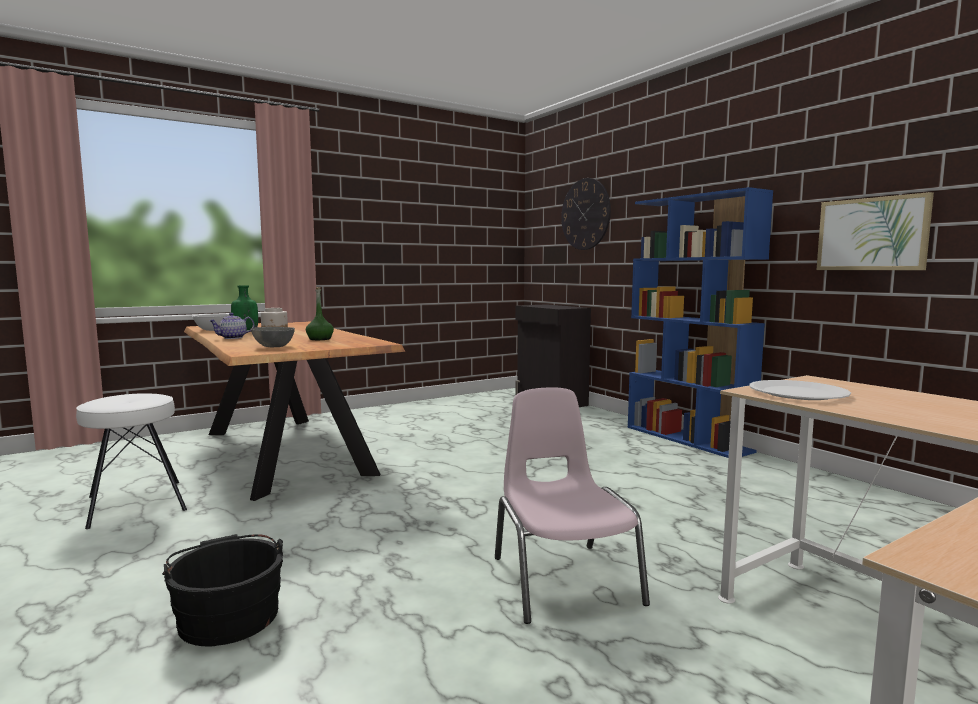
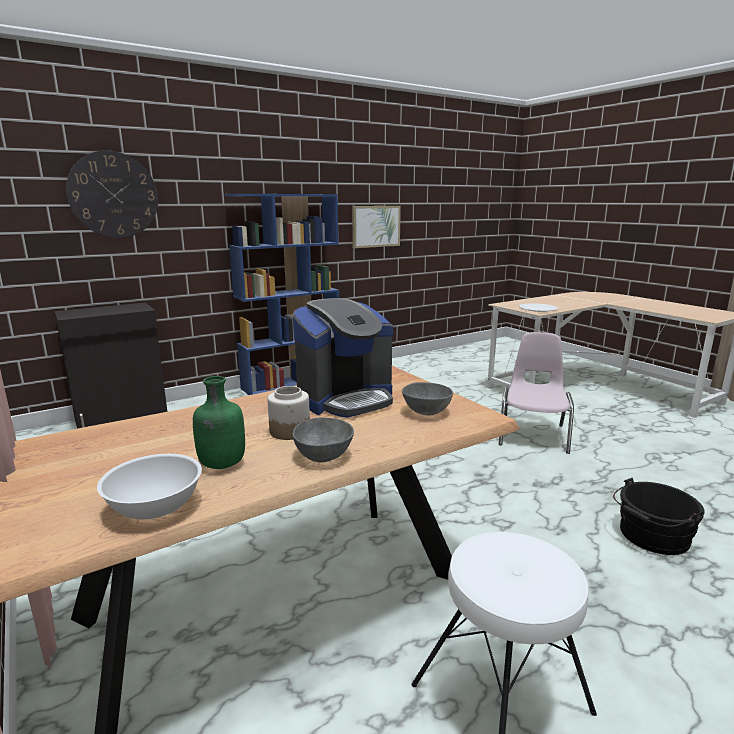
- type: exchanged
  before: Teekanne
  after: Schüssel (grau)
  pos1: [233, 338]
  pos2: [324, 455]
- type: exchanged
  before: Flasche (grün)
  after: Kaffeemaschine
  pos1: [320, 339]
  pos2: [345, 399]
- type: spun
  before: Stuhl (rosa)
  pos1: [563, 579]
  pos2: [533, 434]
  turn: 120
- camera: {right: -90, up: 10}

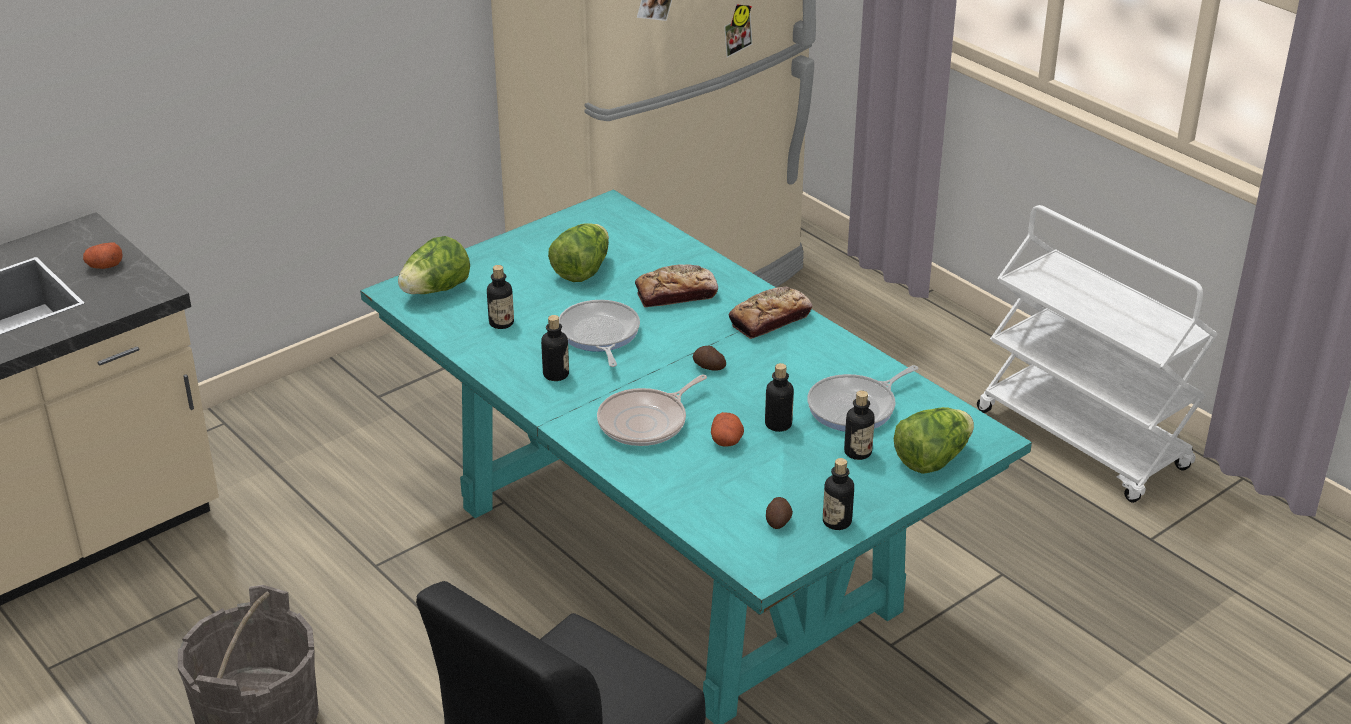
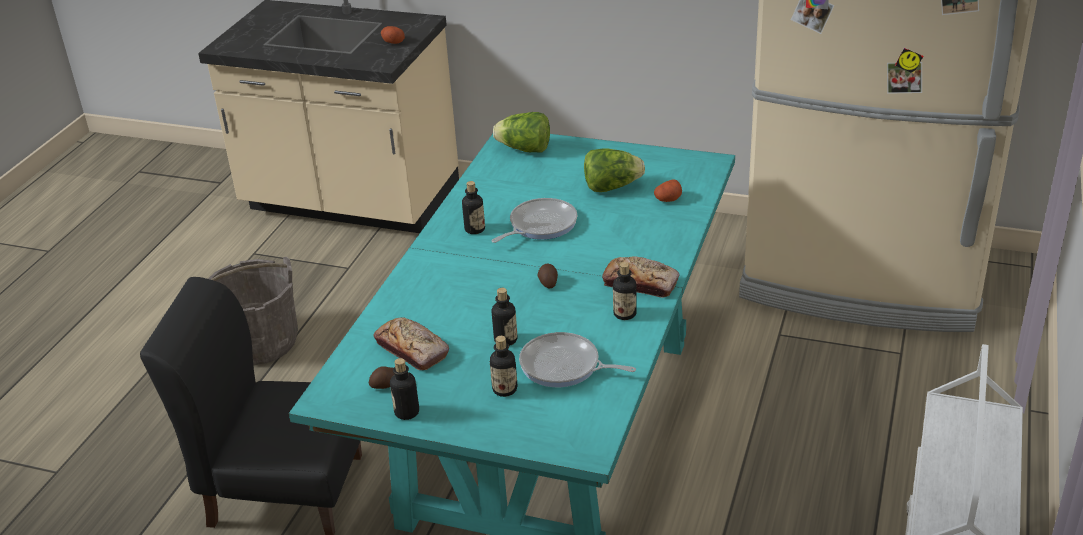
- type: relocated
  before: Flasche
  pos1: [501, 323]
  pos2: [625, 314]
- type: missing
  before: Pfanne
  pos1: [646, 422]
- type: relocated
  before: Brot
  pos1: [676, 294]
  pos2: [412, 350]
- type: relocated
  before: Kartoffel
  pos1: [727, 441]
  pos2: [668, 199]
- type: missing
  before: Salatkopf
  pos1: [932, 459]
- camera: {right: 60, up: 0}

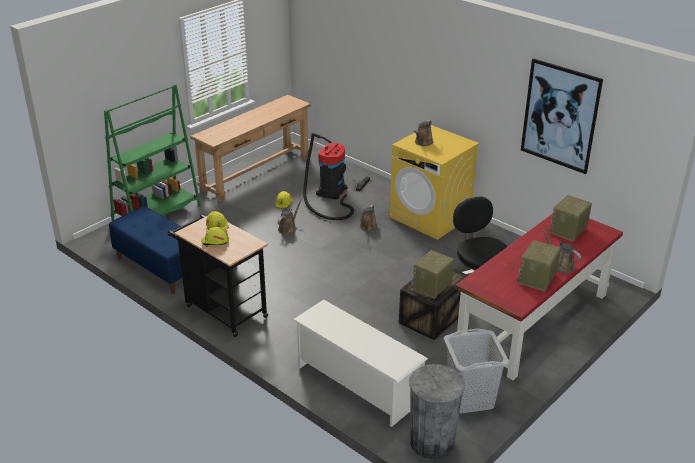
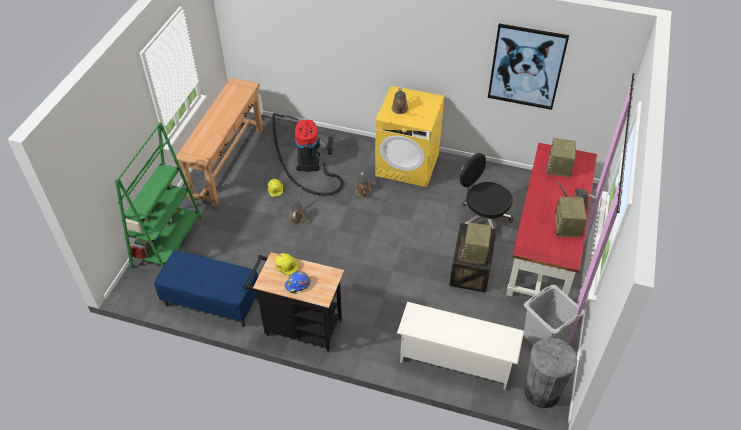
- type: colour
  before: Schutzhelm (gelb)
  after: Schutzhelm (blau)
  pos1: [215, 242]
  pos2: [297, 285]
- camera: {right: -25, up: 15}

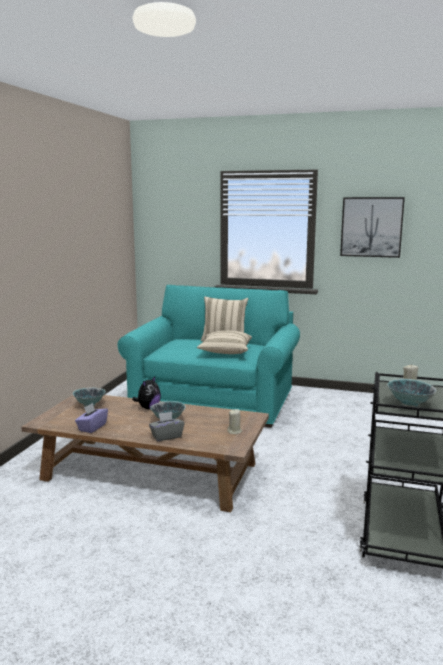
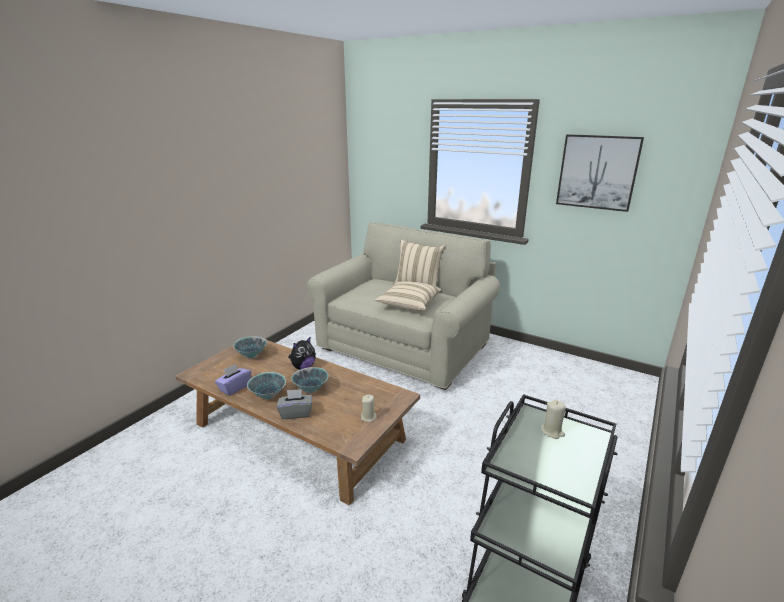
- type: colour
  before: Sofa (türkis)
  after: Sofa (beige)
  pos1: [214, 402]
  pos2: [404, 347]
- type: relocated
  before: Schüssel
  pos1: [409, 405]
  pos2: [268, 396]
- camera: {right: 15, up: 10}

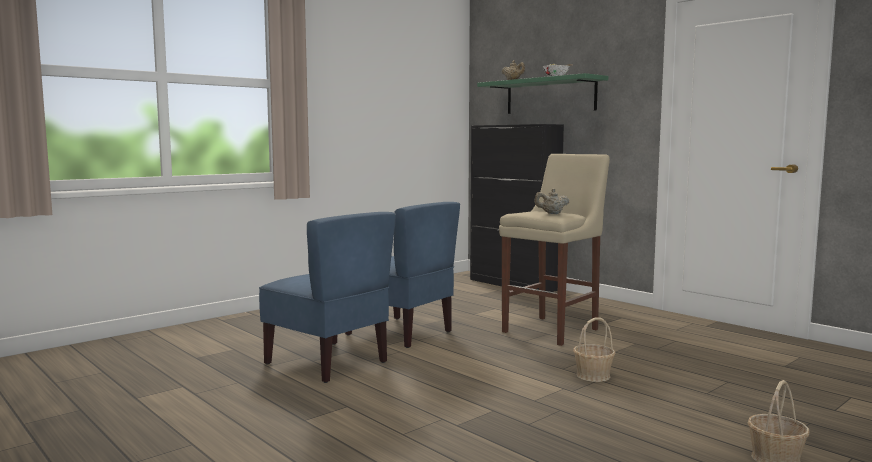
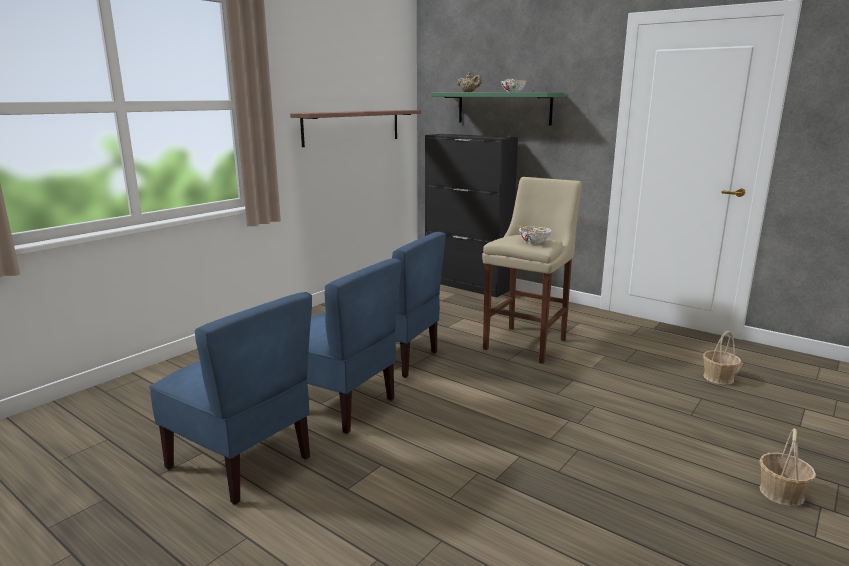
- type: exchanged
  before: Teekanne (beige)
  after: Schüssel
  pos1: [551, 214]
  pos2: [533, 242]
- type: relocated
  before: Korb
  pos1: [592, 376]
  pos2: [718, 378]
- type: appeared
  after: Stuhl (blau)
  pos2: [241, 462]
- type: appeared
  after: Wandregal
  pos2: [352, 127]
- camera: {right: -10, up: 10}

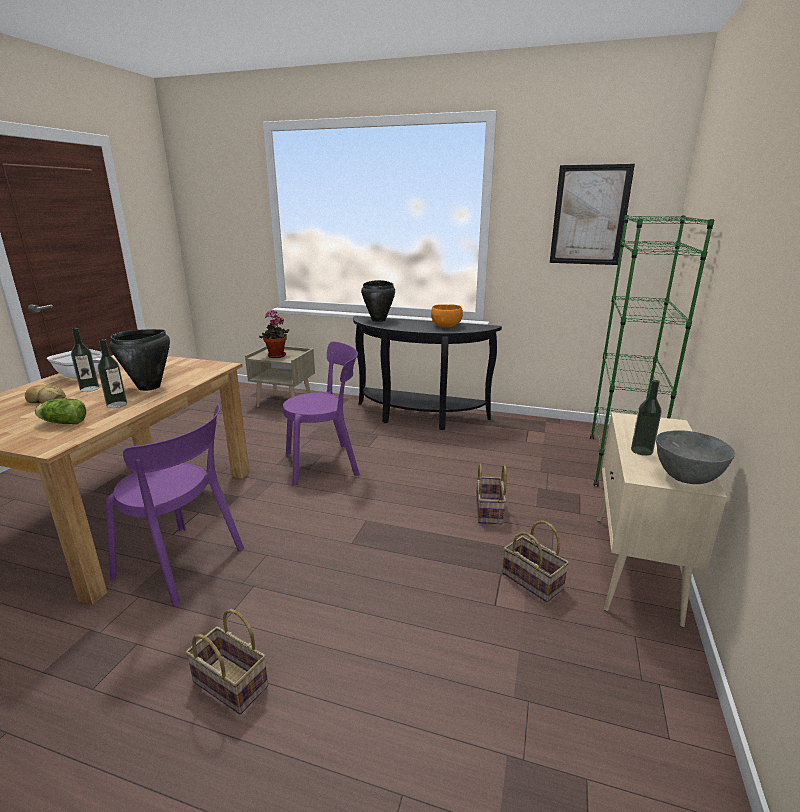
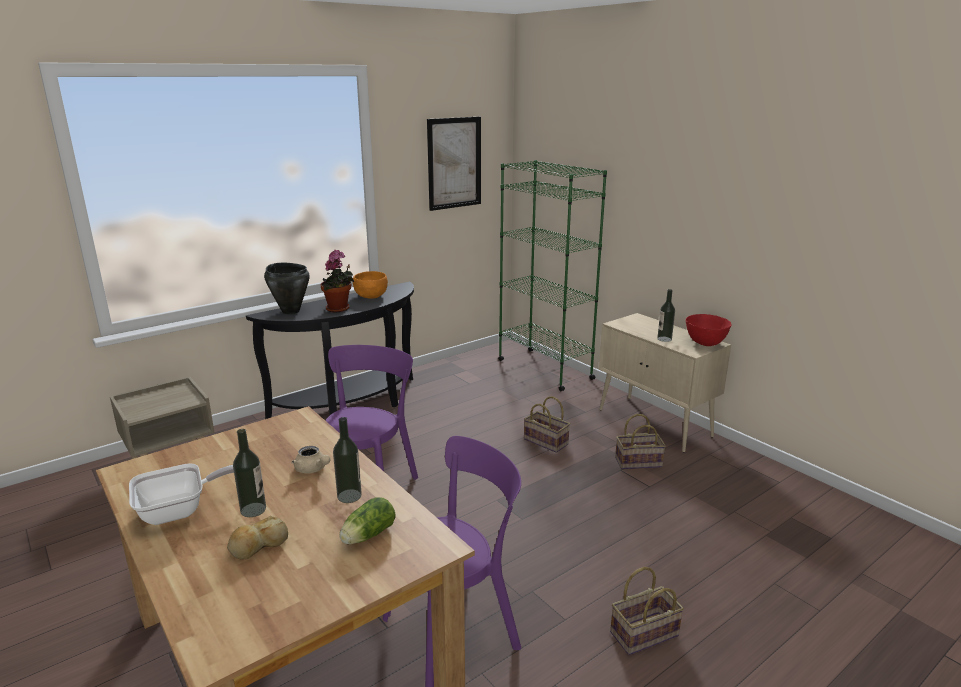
- type: exchanged
  before: Kochtopf (schwarz)
  after: Teekanne (beige)
  pos1: [149, 387]
  pos2: [312, 469]
- type: relocated
  before: Topfpflanze
  pos1: [276, 356]
  pos2: [339, 309]
- type: colour
  before: Schüssel (grau)
  after: Schüssel (rot)
  pos1: [686, 478]
  pos2: [706, 343]
- camera: {right: -55, up: 0}

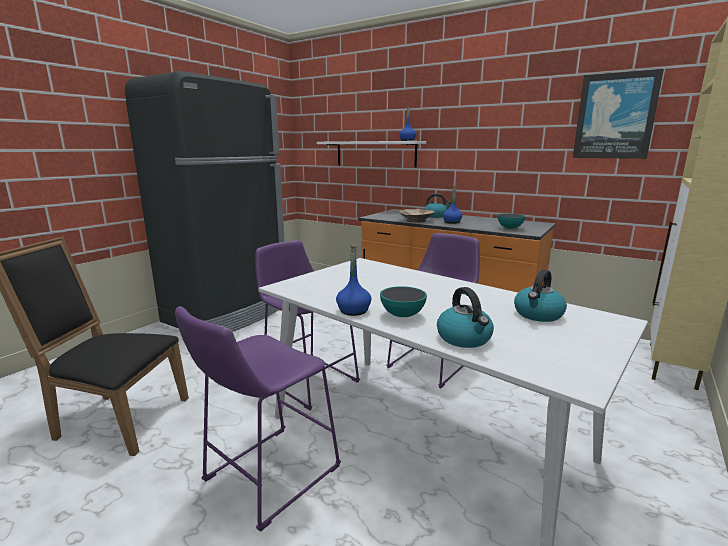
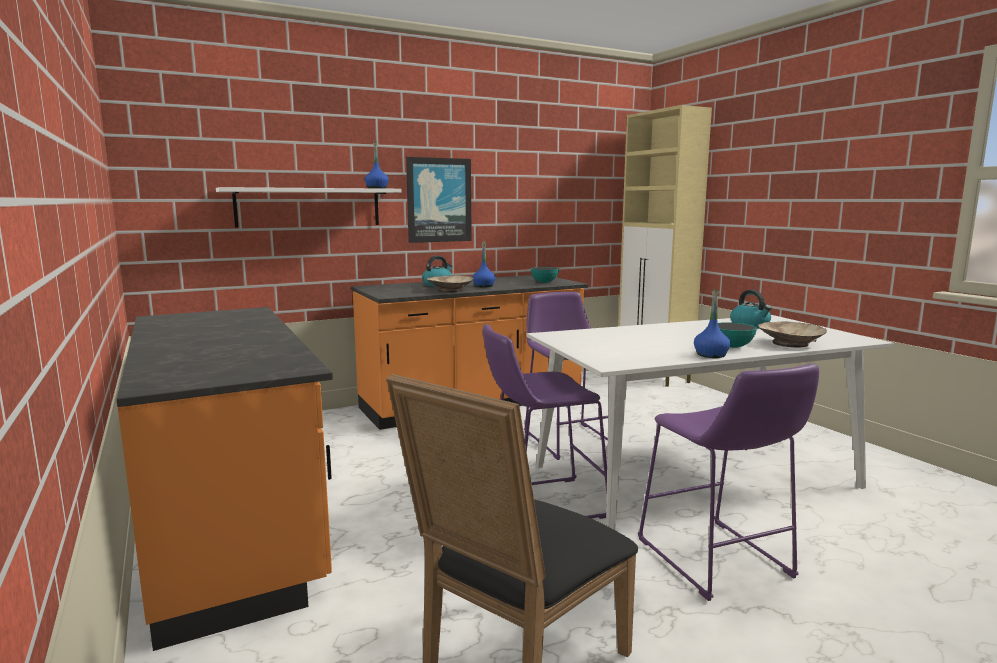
- type: exchanged
  before: Kühlschrank (schwarz)
  after: Küchenzeile (orange)
  pos1: [227, 314]
  pos2: [232, 526]
- type: exchanged
  before: Wasserkessel
  after: Schüssel (beige)
  pos1: [464, 338]
  pos2: [789, 343]
- type: relocated
  before: Bild
  pos1: [615, 116]
  pos2: [439, 200]
- camera: {right: -60, up: -5}

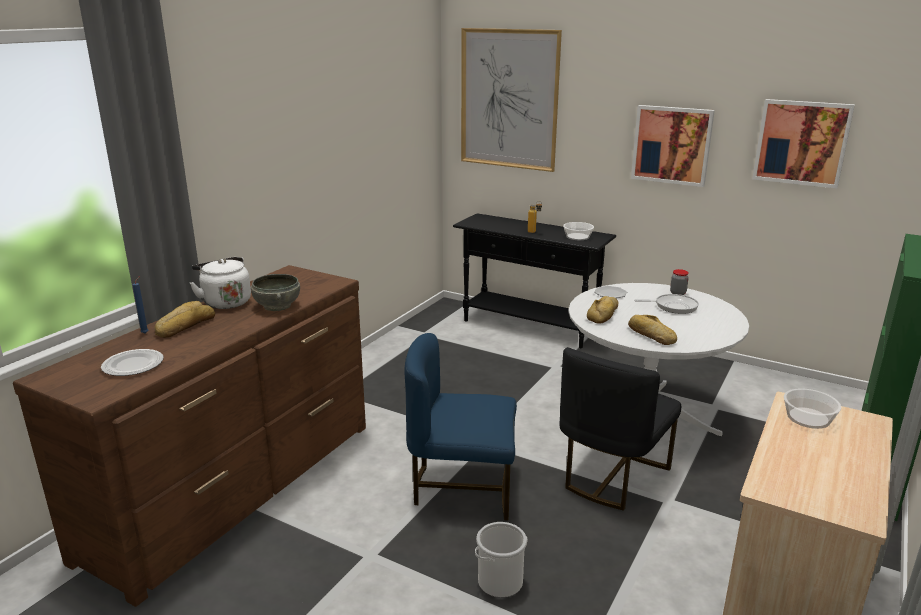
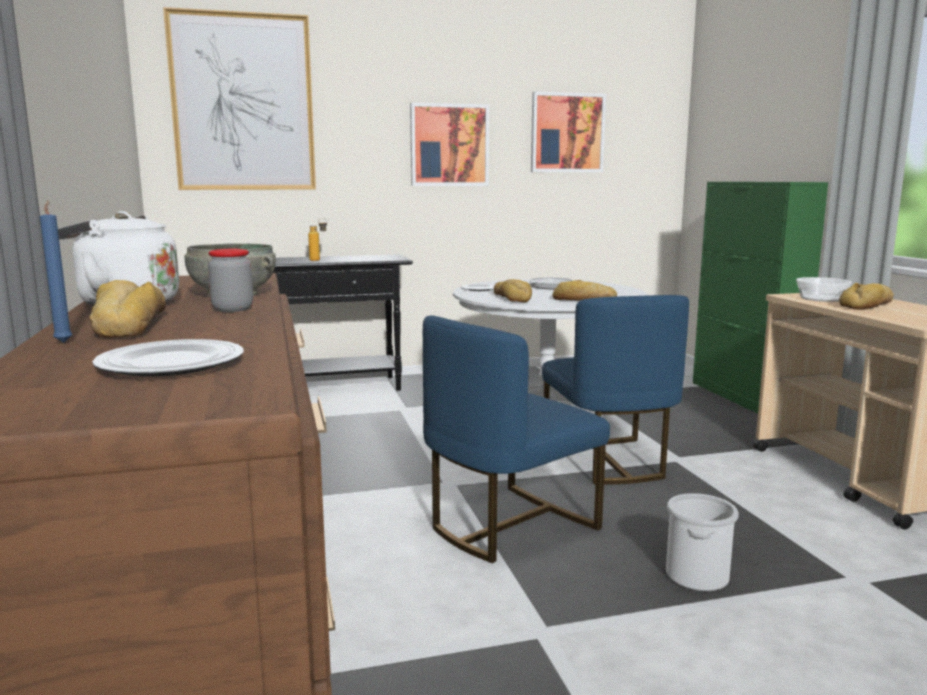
- type: colour
  before: Stuhl (schwarz)
  after: Stuhl (blau)
  pos1: [611, 476]
  pos2: [608, 461]
- type: missing
  before: Schüssel
  pos1: [578, 236]
- type: relocated
  before: Vorratsglas
  pos1: [678, 293]
  pos2: [232, 309]
- type: appeared
  after: Brot
  pos2: [868, 305]
- camera: {right: -45, up: -10}

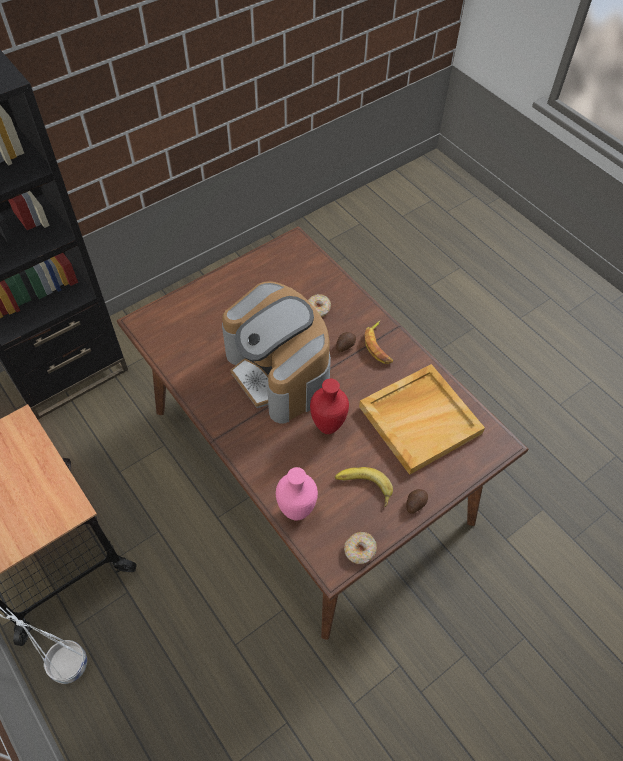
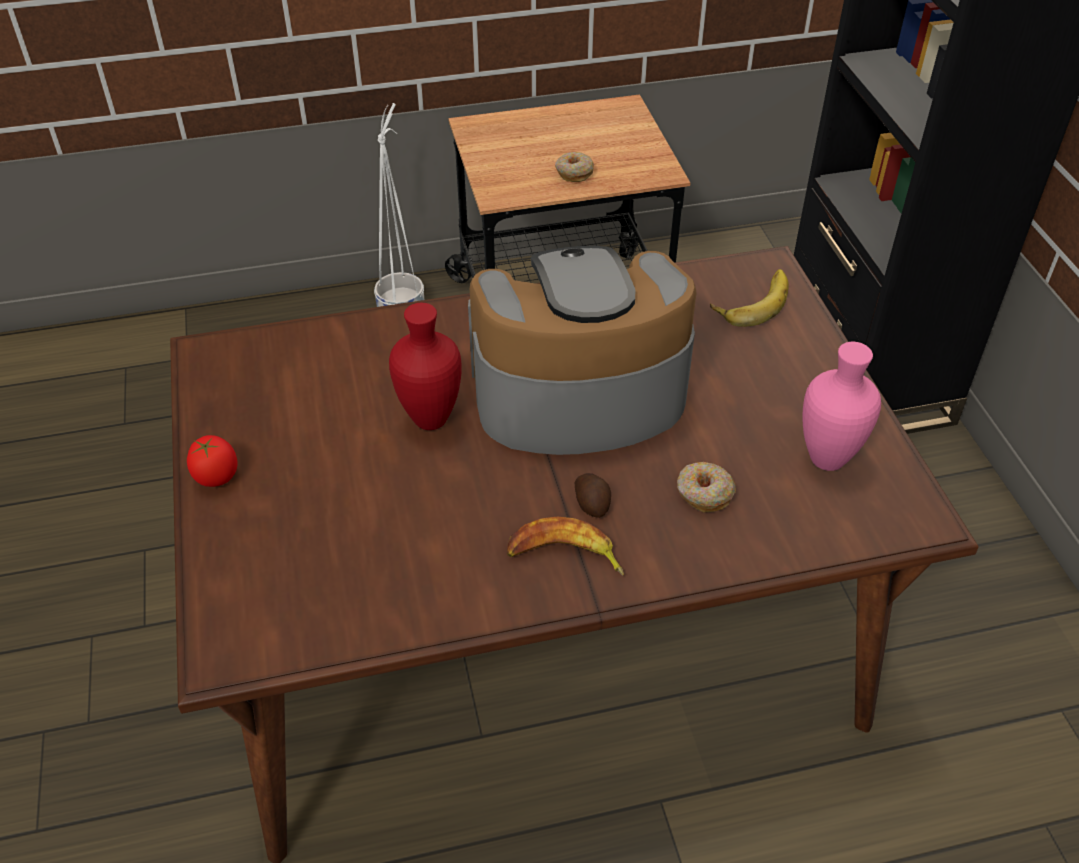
- type: relocated
  before: Vase (rosa)
  pos1: [295, 511]
  pos2: [829, 459]
- type: relocated
  before: Banane
  pos1: [363, 488]
  pos2: [751, 301]
- type: relocated
  before: Donut
  pos1: [360, 551]
  pos2: [574, 172]
- type: missing
  before: Tablett (beige)
  pos1: [420, 419]
- type: exchanged
  before: Kartoffel
  after: Tomate
  pos1: [415, 503]
  pos2: [216, 477]
- camera: {right: 115, up: -10}

